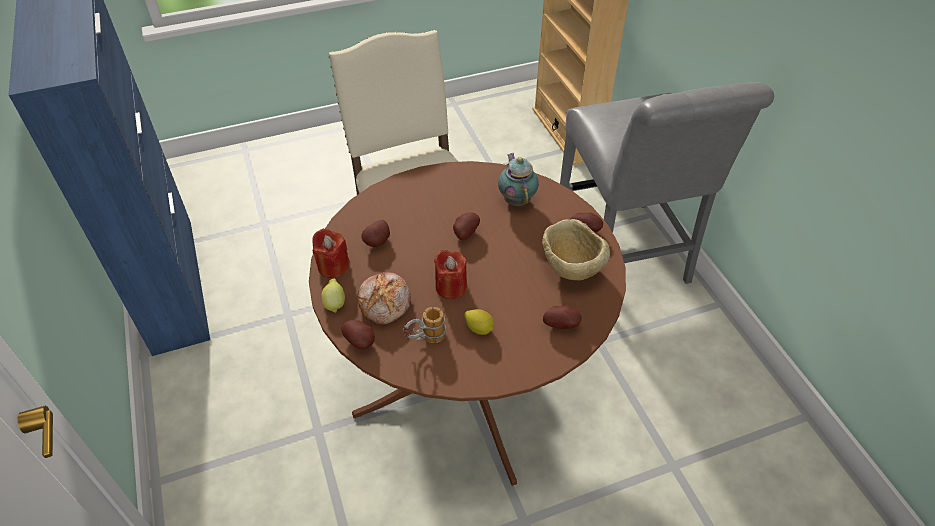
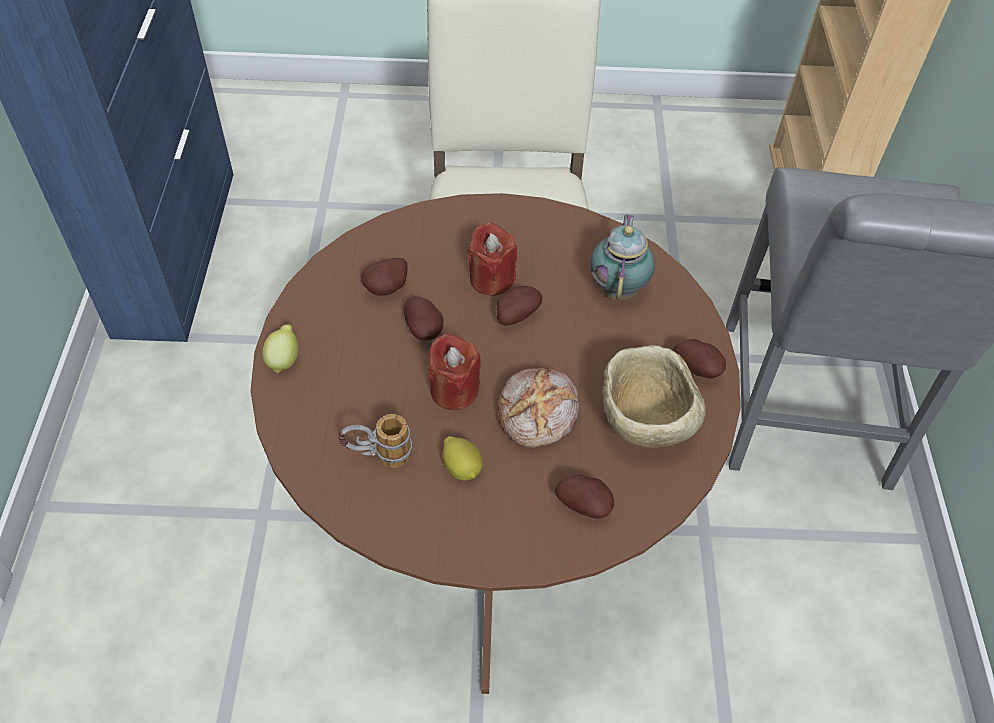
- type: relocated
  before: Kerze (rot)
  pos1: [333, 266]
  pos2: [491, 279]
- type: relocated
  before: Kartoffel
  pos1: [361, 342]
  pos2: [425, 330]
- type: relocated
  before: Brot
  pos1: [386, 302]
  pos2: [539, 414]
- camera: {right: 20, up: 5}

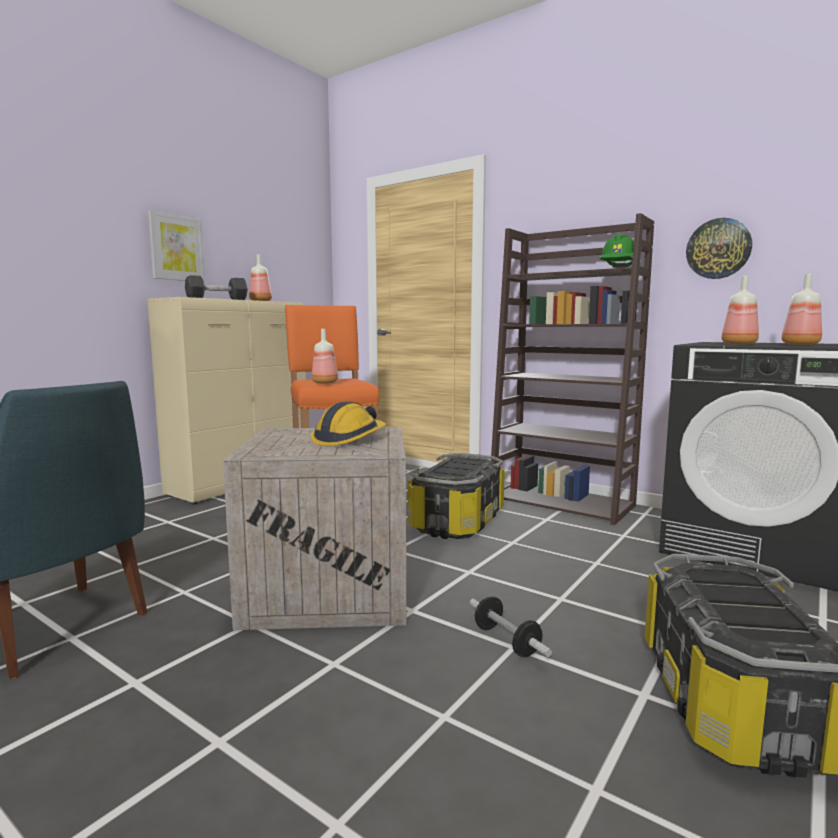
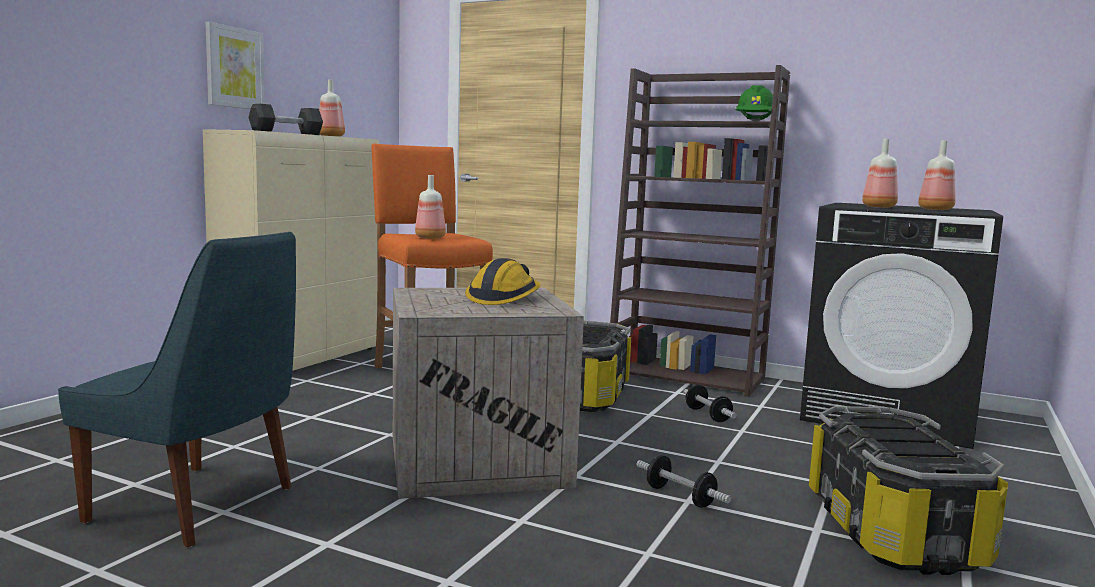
- type: missing
  before: Wanduhr
  pos1: [718, 249]
- type: appeared
  after: Hantel
  pos2: [707, 415]
- camera: {right: -10, up: 0}

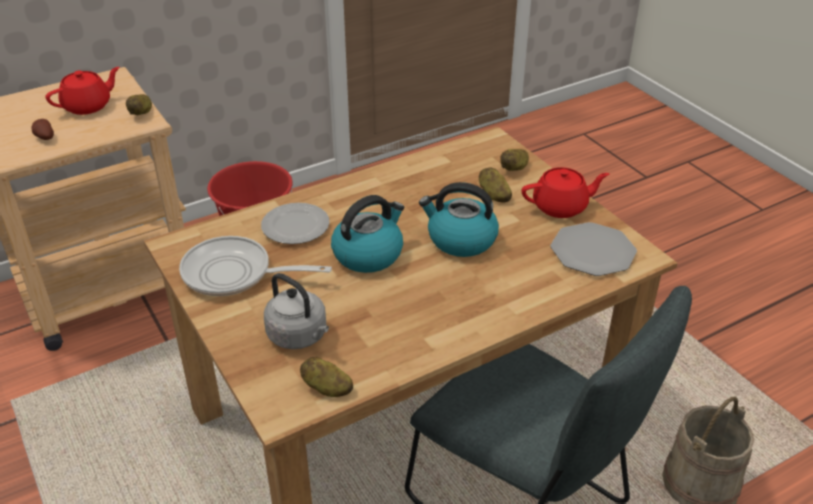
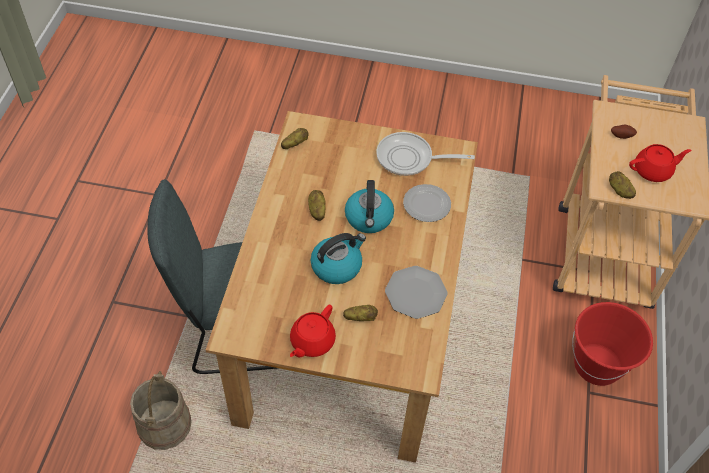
- type: spun
  before: Teekanne (rot)
  pos1: [88, 106]
  pos2: [653, 171]
  turn: -105
- type: spun
  before: Pfanne
  pos1: [234, 274]
  pos2: [409, 159]
  turn: -135
- type: missing
  before: Wasserkessel (grau)
  pos1: [299, 336]
- type: relocated
  before: Kartoffel
  pos1: [514, 168]
  pos2: [316, 210]
- type: relocated
  before: Teller
  pos1: [592, 251]
  pos2: [416, 293]
- camera: {right: 130, up: 15}

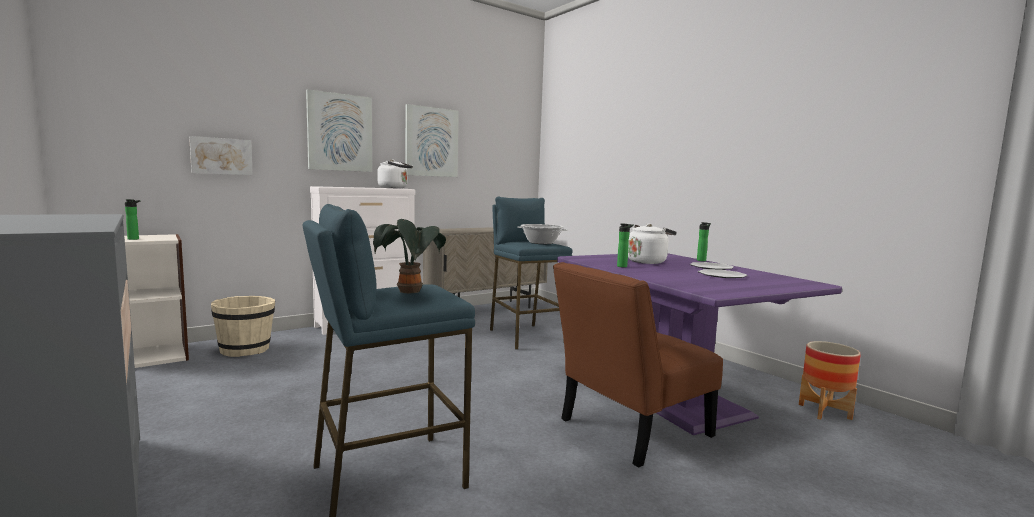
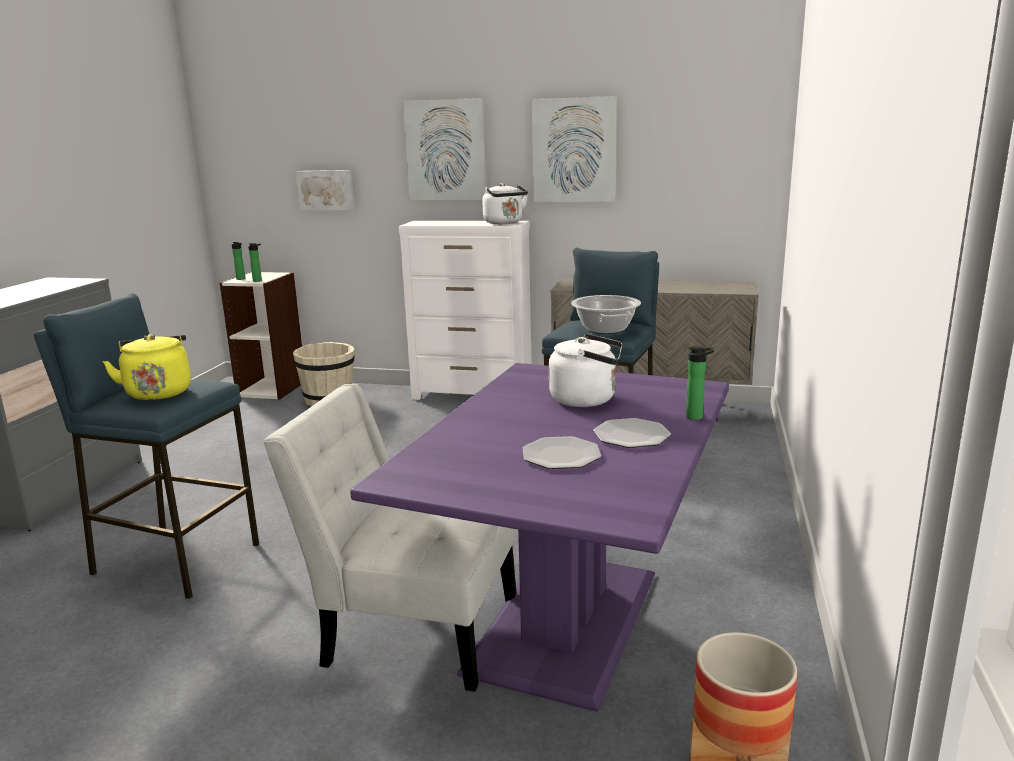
- type: exchanged
  before: Topfpflanze
  after: Wasserkessel (gelb)
  pos1: [410, 292]
  pos2: [158, 392]
- type: colour
  before: Stuhl (braun)
  after: Stuhl (weiß)
  pos1: [629, 430]
  pos2: [412, 629]
- type: relocated
  before: Flasche
  pos1: [623, 266]
  pos2: [258, 281]
- camera: {right: 50, up: 10}

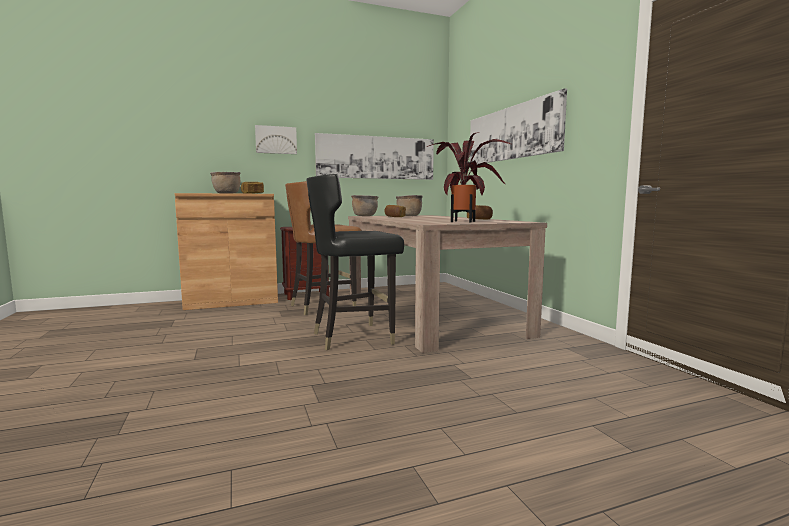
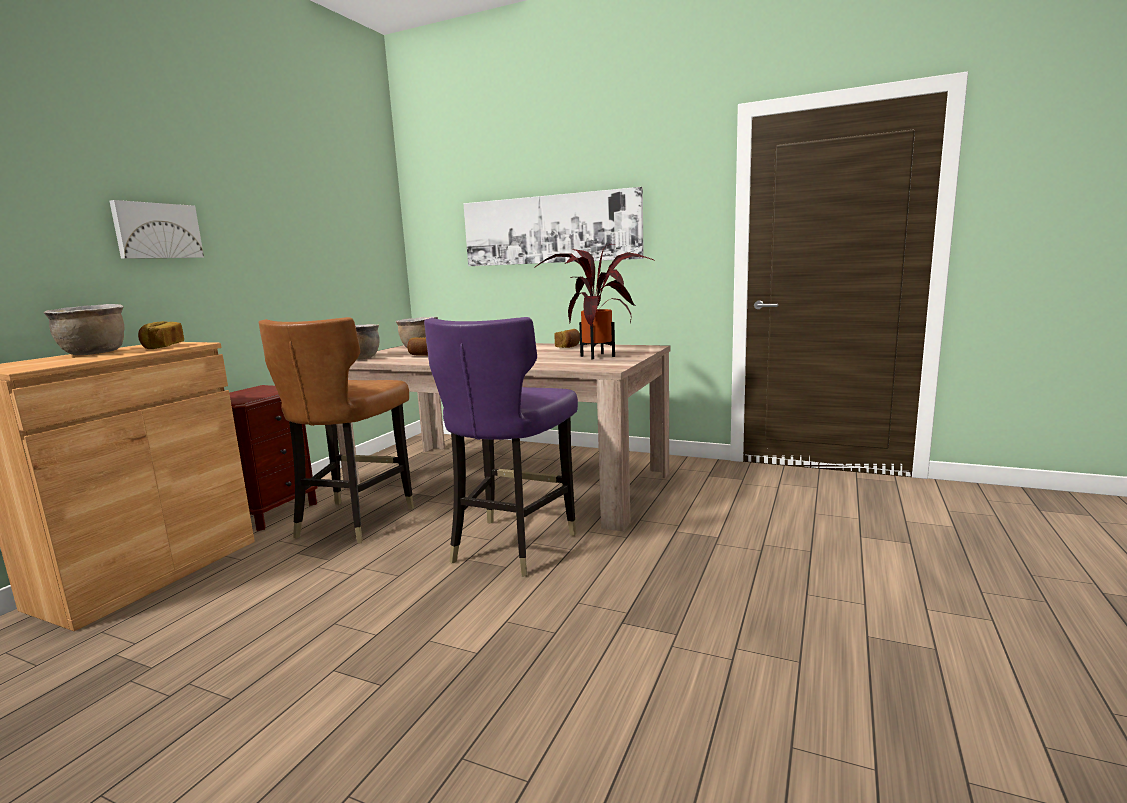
- type: colour
  before: Stuhl (schwarz)
  after: Stuhl (lila)
  pos1: [354, 337]
  pos2: [511, 545]
- type: missing
  before: Bild
  pos1: [376, 157]
- camera: {right: -45, up: 5}

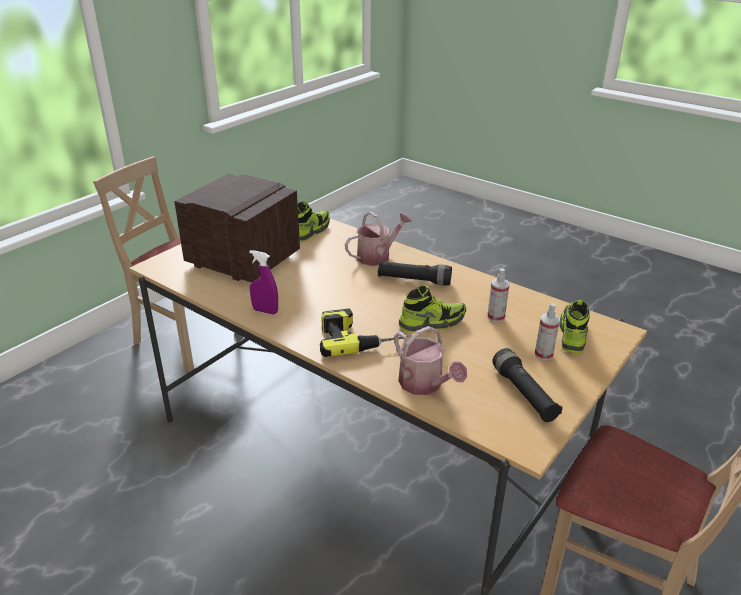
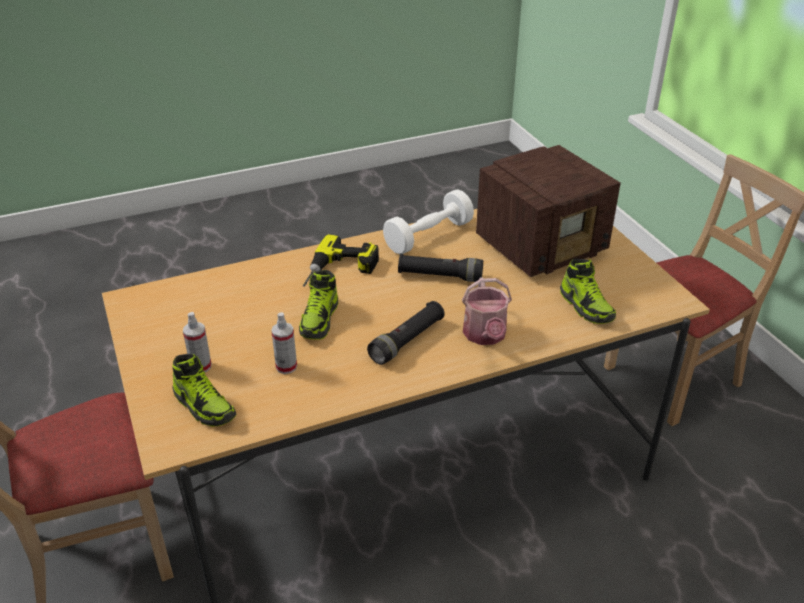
- type: exchanged
  before: Sprühflasche (lila)
  after: Hantel (weiß)
  pos1: [265, 311]
  pos2: [428, 236]
- type: missing
  before: Gießkanne
  pos1: [425, 385]
- type: relocated
  before: Taschenlampe (schwarz)
  pos1: [523, 394]
  pos2: [440, 276]
- camera: {right: 120, up: 5}

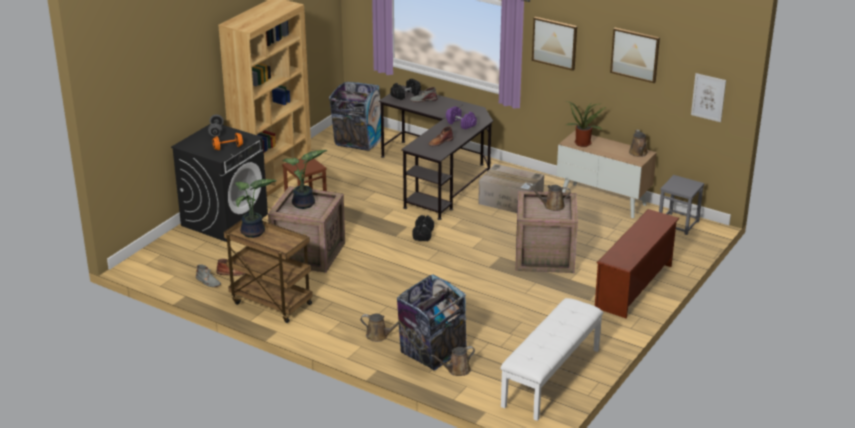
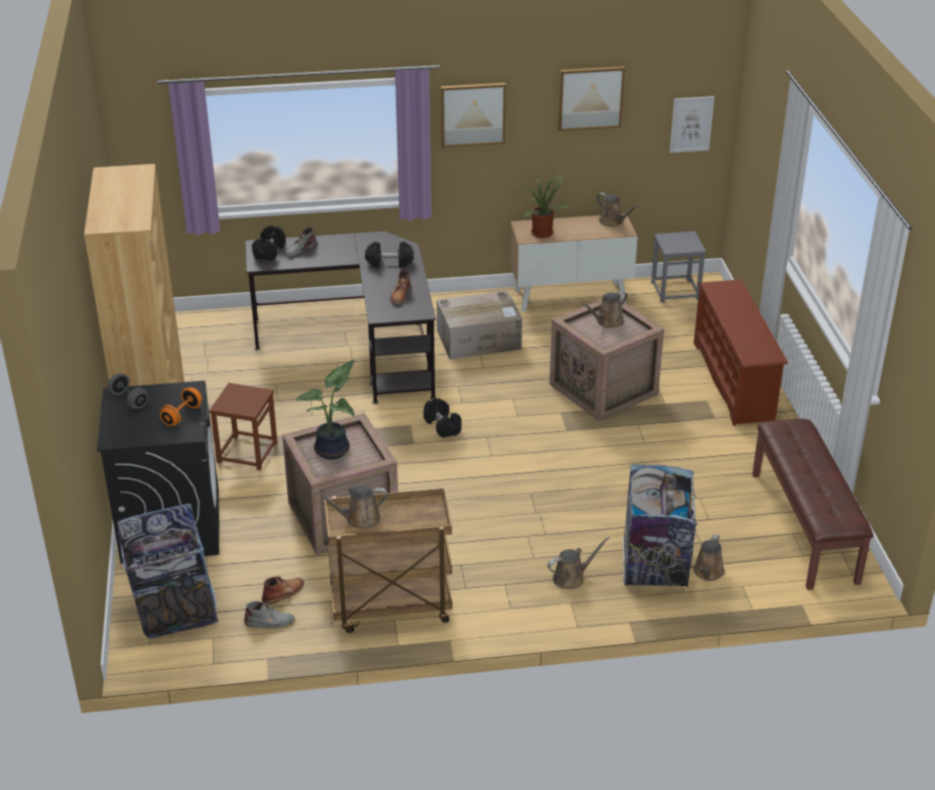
- type: exchanged
  before: Topfpflanze
  after: Gießkanne (braun)
  pos1: [253, 233]
  pos2: [359, 519]
- type: relocated
  before: Mülleimer
  pos1: [358, 141]
  pos2: [175, 611]
- type: colour
  before: Hantel (lila)
  after: Hantel (schwarz)
  pos1: [460, 124]
  pos2: [389, 263]
- type: colour
  before: Bank (weiß)
  after: Bank (braun)
  pos1: [551, 378]
  pos2: [805, 527]
- camera: {right: -40, up: 5}

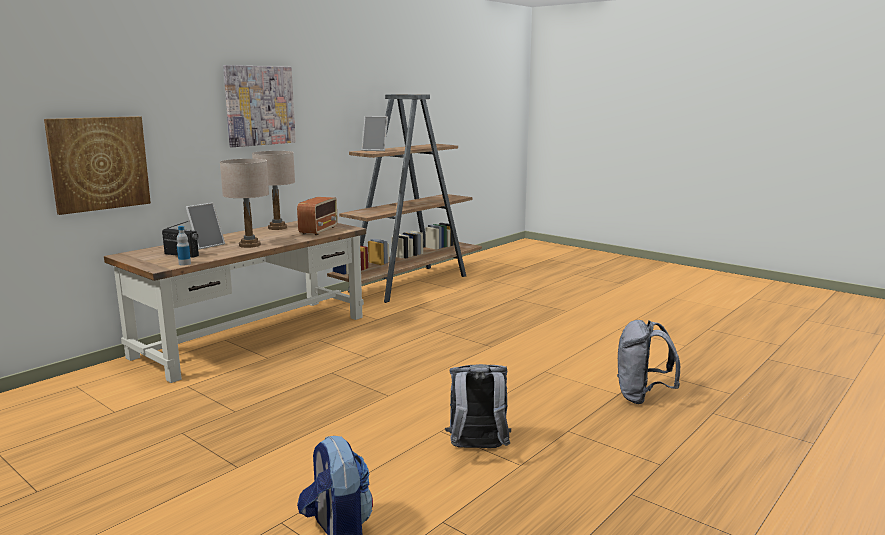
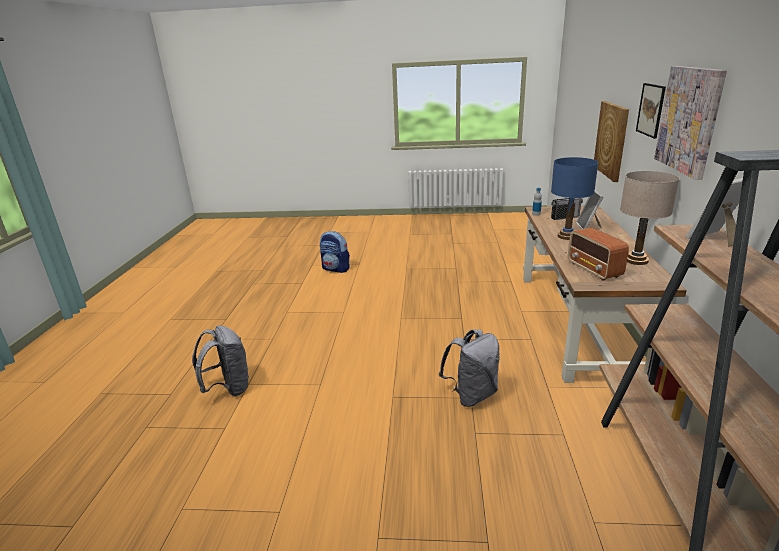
- type: colour
  before: Tischlampe (beige)
  after: Tischlampe (blau)
  pos1: [250, 245]
  pos2: [567, 236]
- type: relocated
  before: Rucksack (grau)
  pos1: [477, 450]
  pos2: [472, 395]
- type: appeared
  after: Bild
  pos2: [651, 110]
- camera: {right: 145, up: 10}

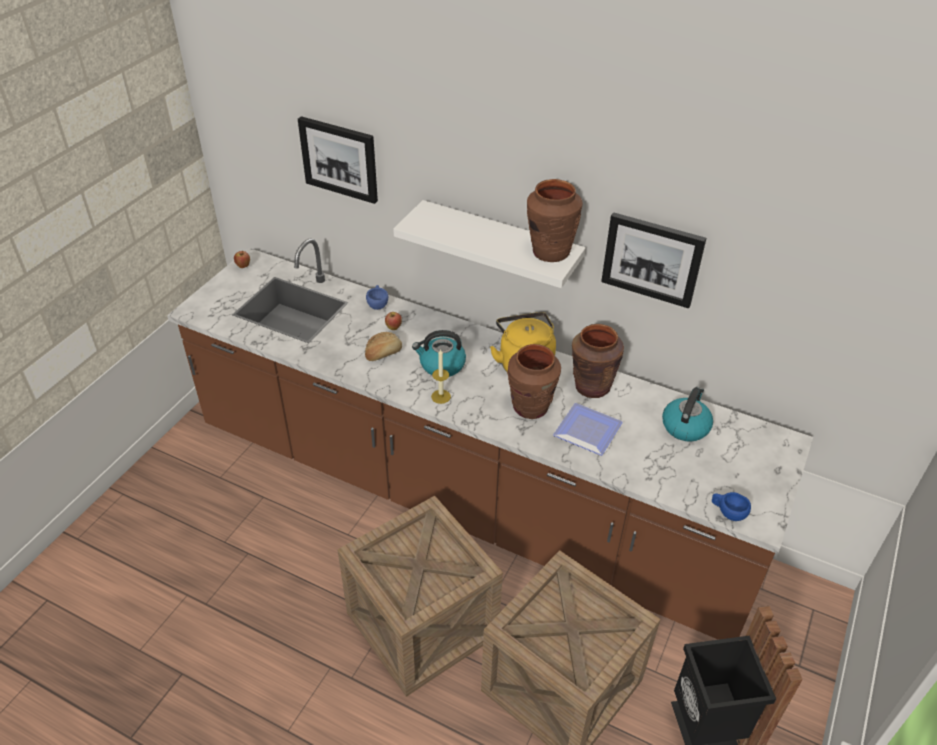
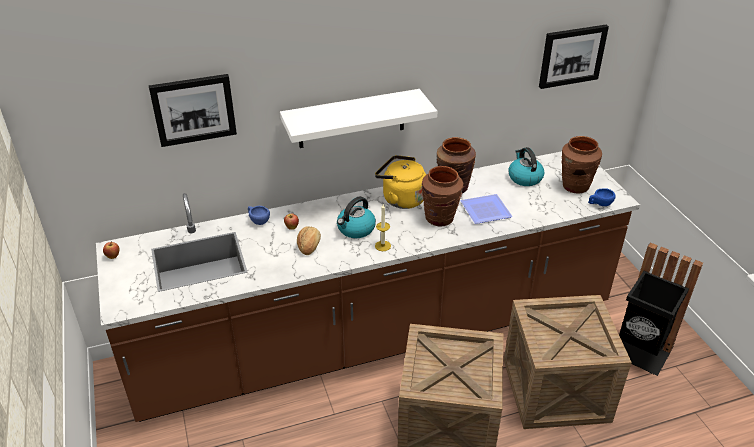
- type: relocated
  before: Vase (braun)
  pos1: [550, 252]
  pos2: [575, 186]
- type: relocated
  before: Bild
  pos1: [652, 259]
  pos2: [571, 56]
- camera: {right: -45, up: -5}

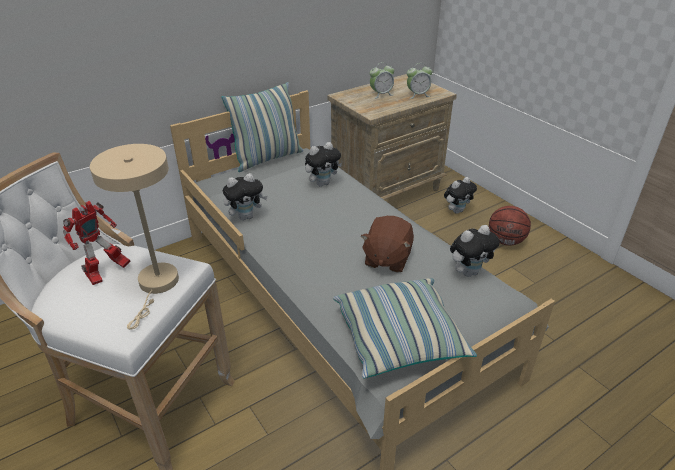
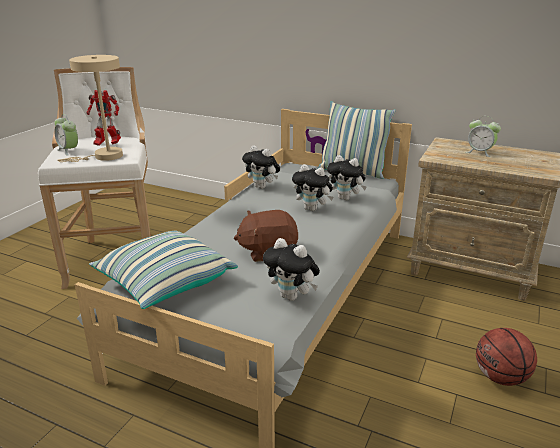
- type: relocated
  before: Wecker
  pos1: [417, 95]
  pos2: [69, 151]
- type: relocated
  before: Plüschtier
  pos1: [457, 210]
  pos2: [312, 209]
- camera: {right: 60, up: -10}

